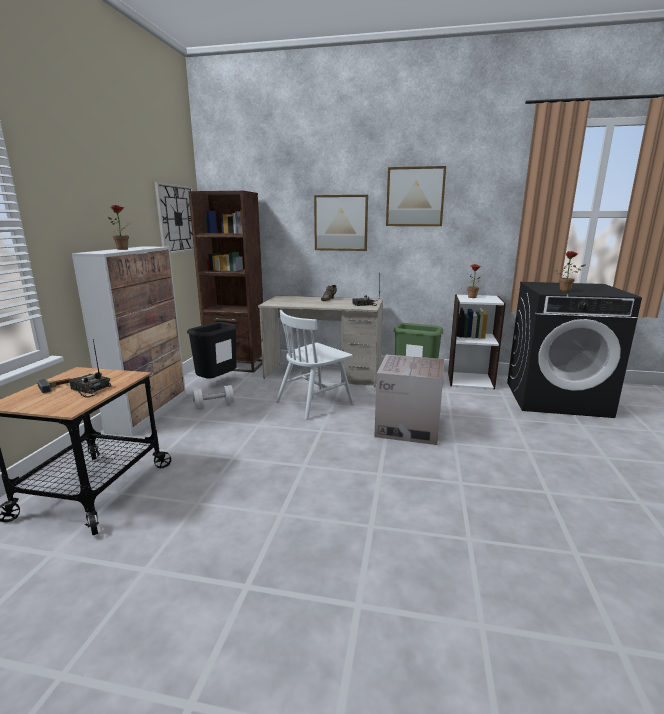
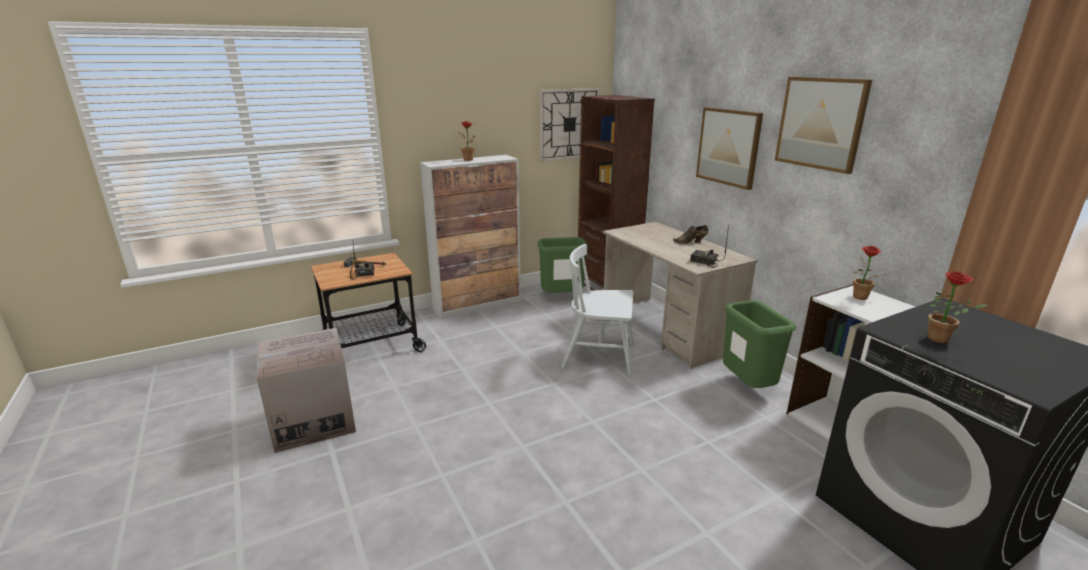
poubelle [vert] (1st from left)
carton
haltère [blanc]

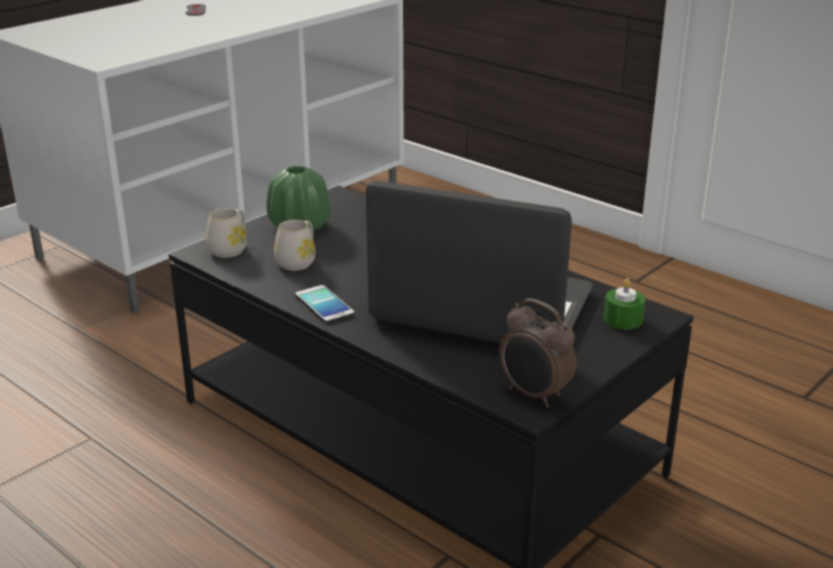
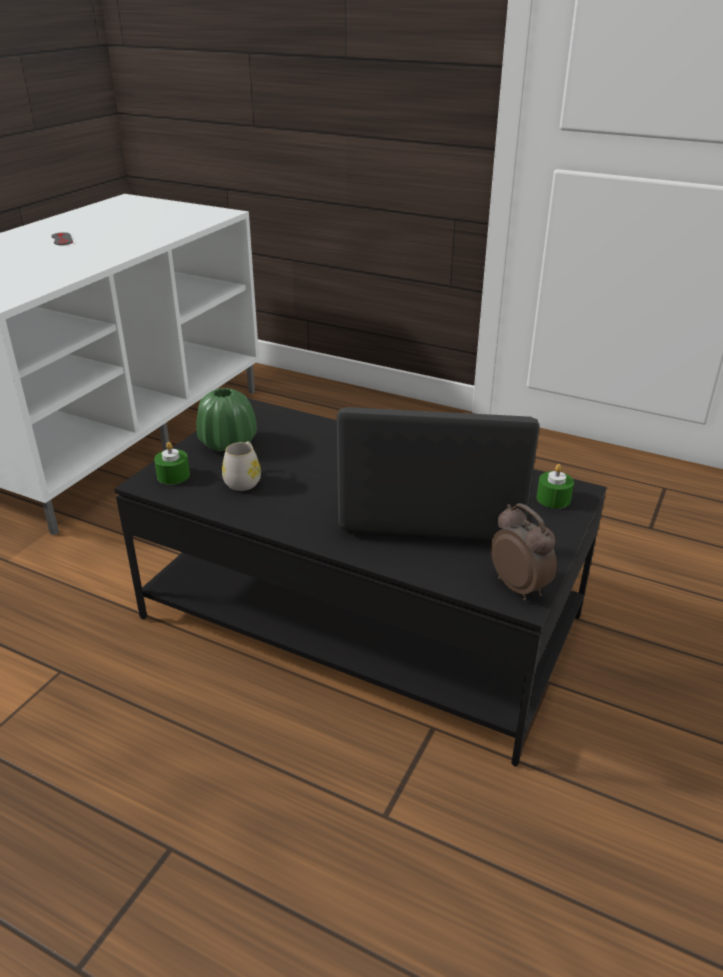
bougie [vert] (1st from left)
téléphone
réveil

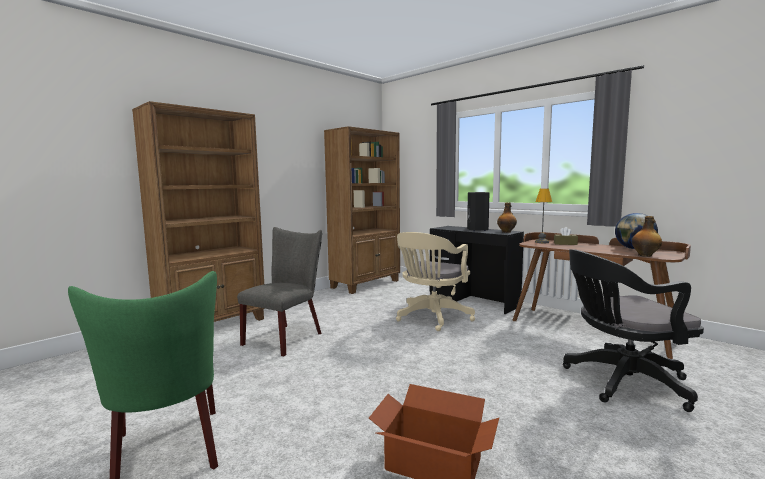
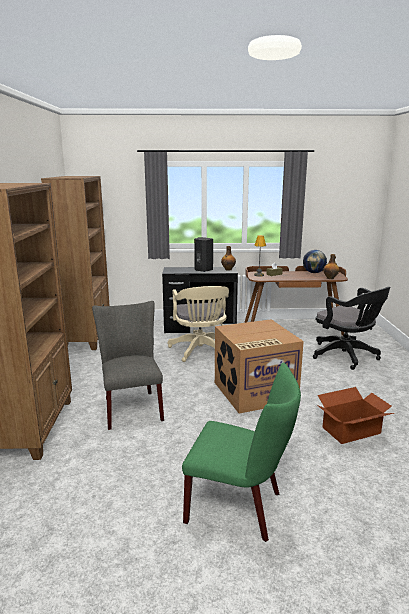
chaise de bureau [noir]
carton (1st from left)

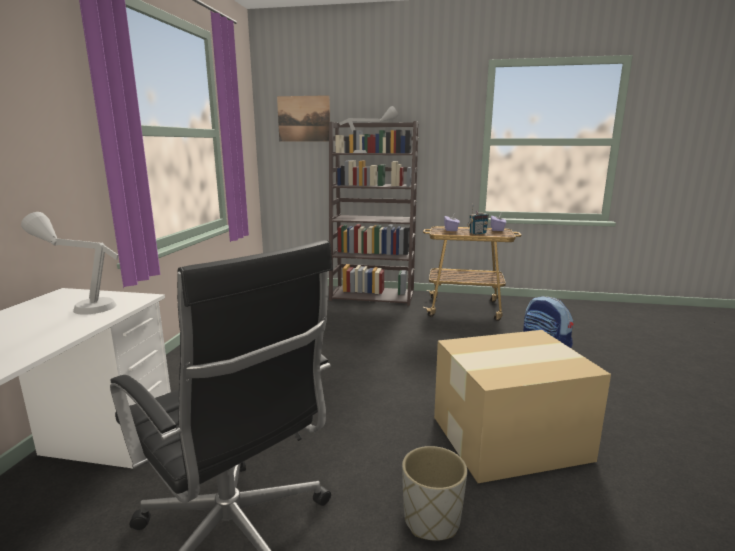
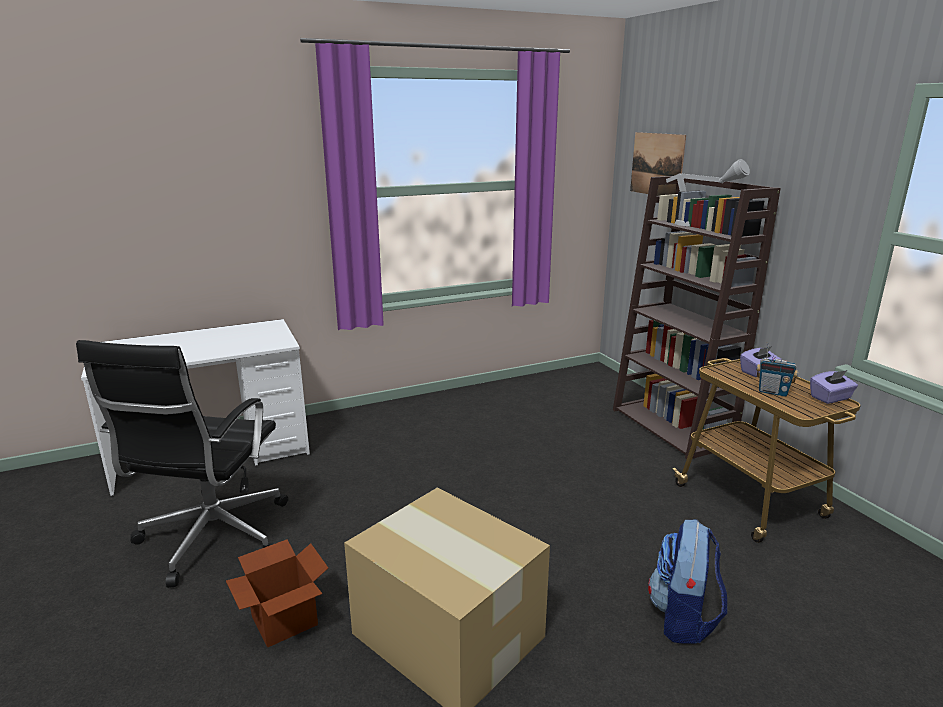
lampe de table [gris] (1st from left in the first image)
carton (1st from left)

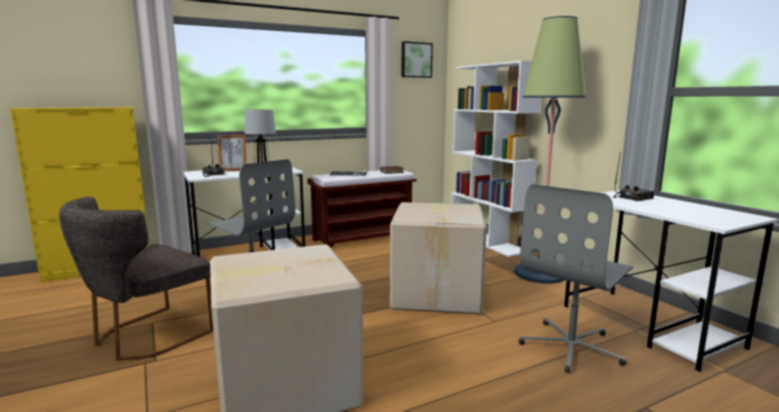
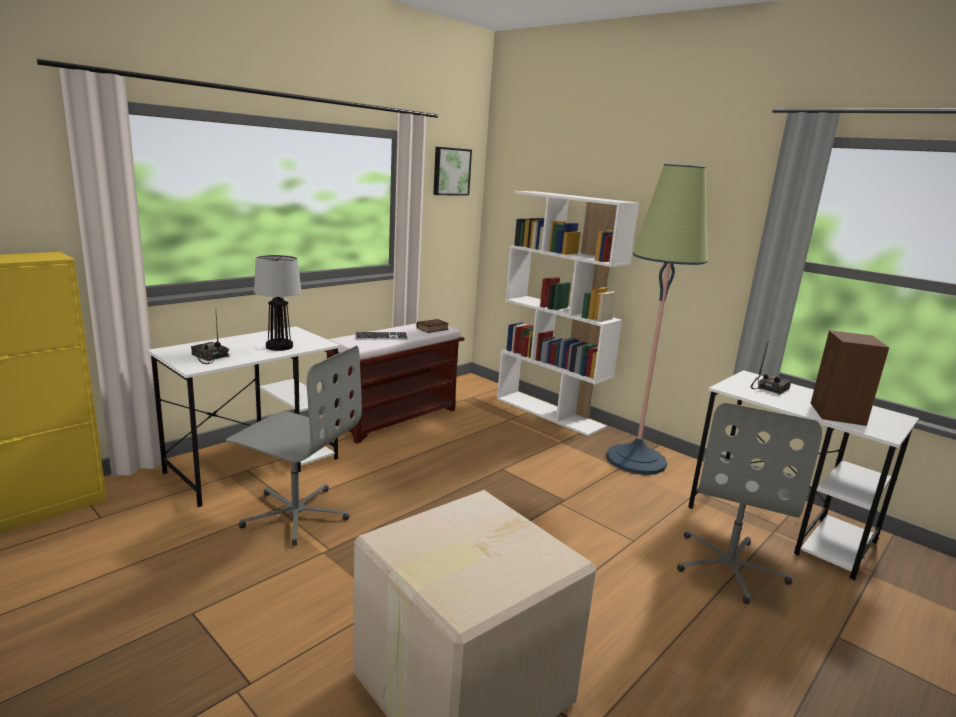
cadre photo
chaise [gris]
carton (2nd from left in the first image)
enceinte [marron]

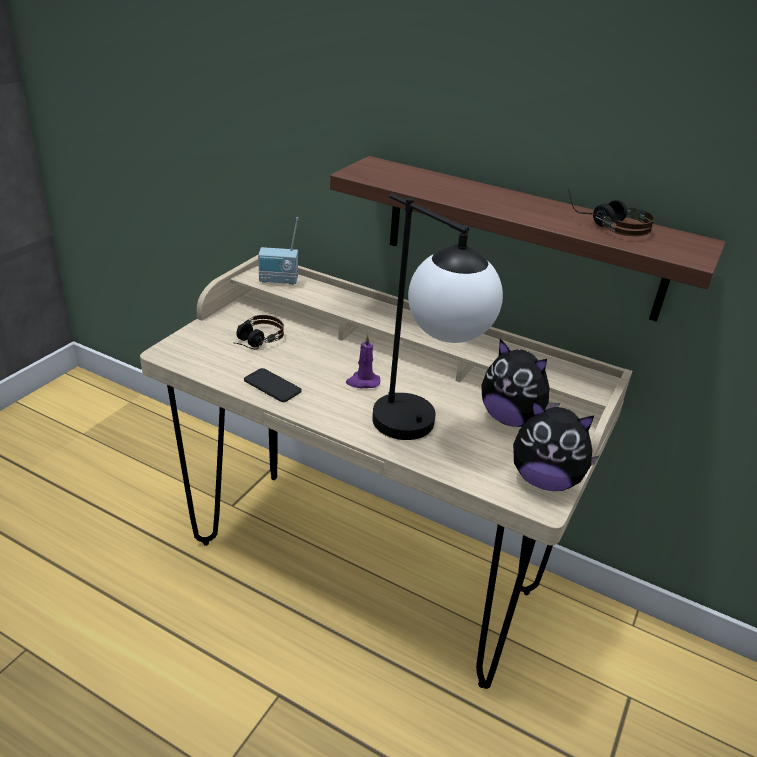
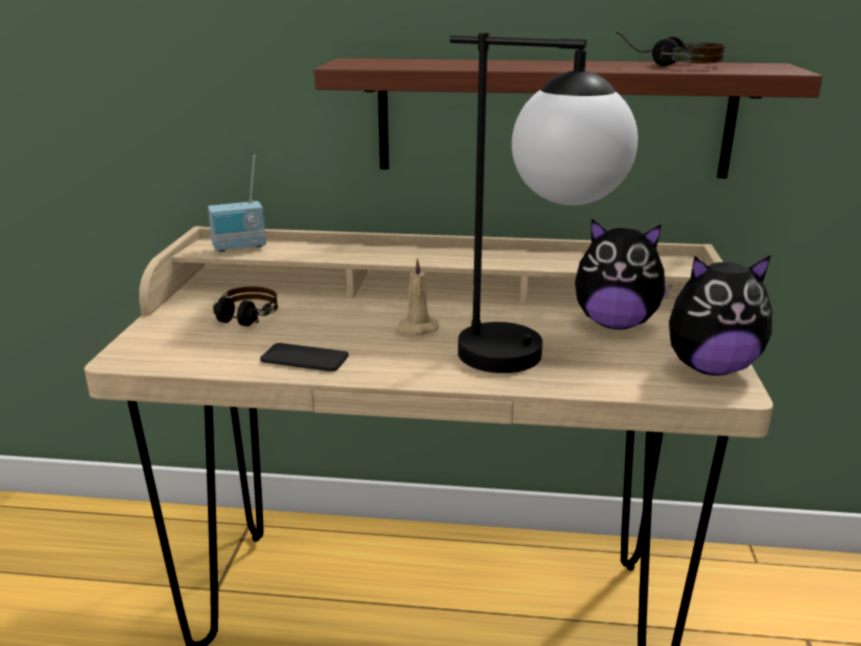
bougie [beige]

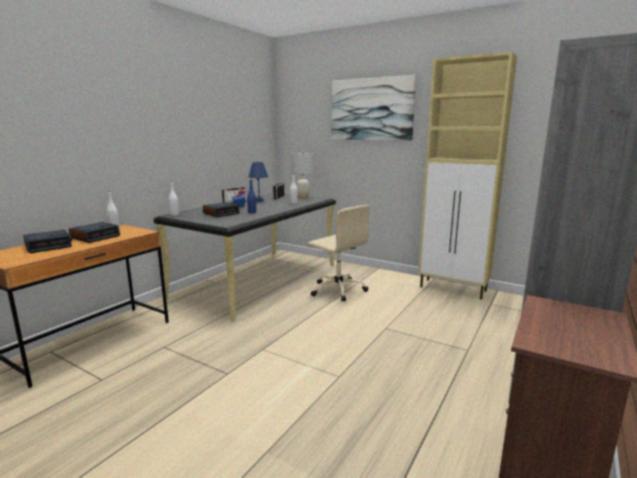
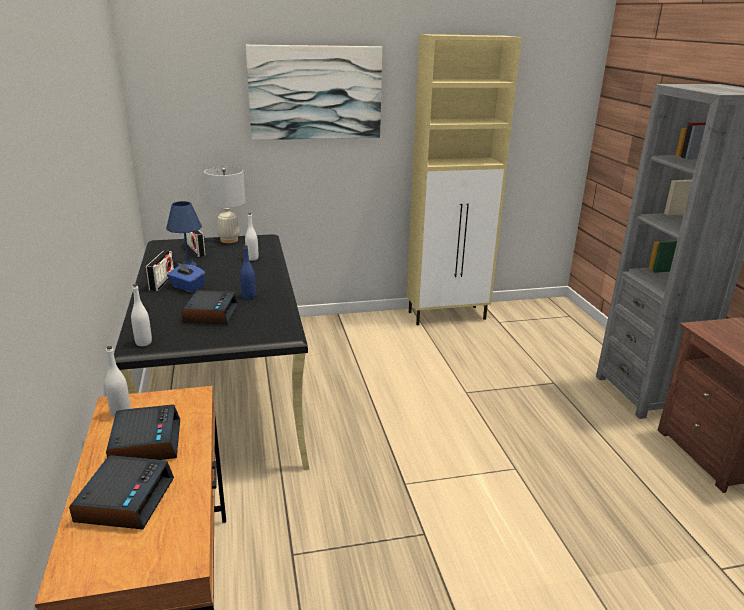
chaise de bureau [beige]

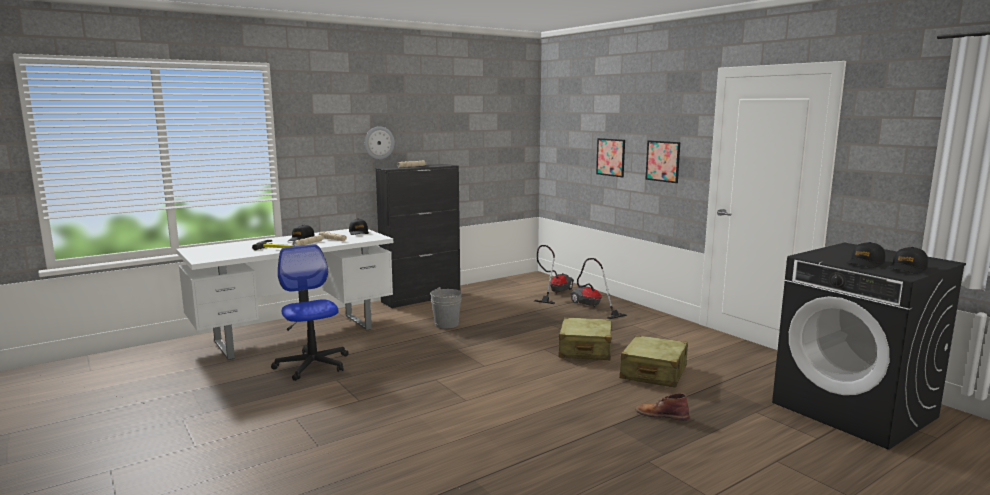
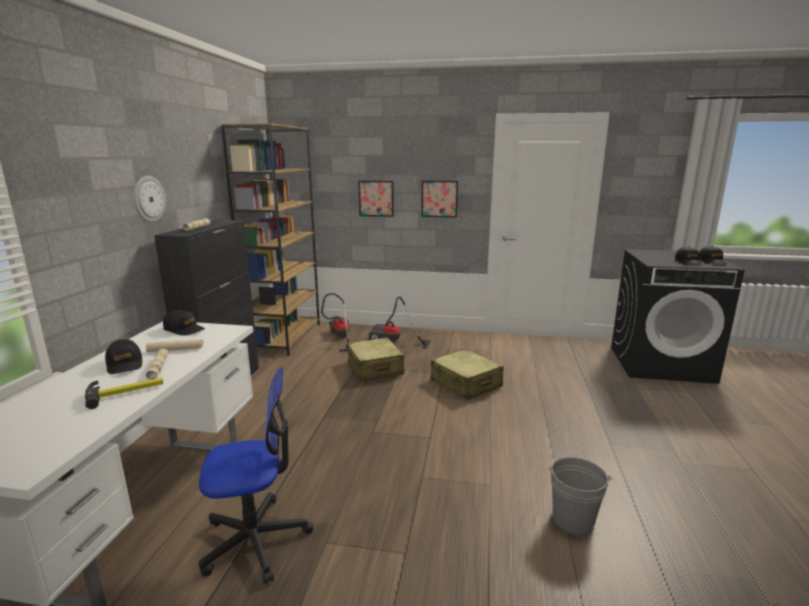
chaise de bureau
seau [gris]
valise [beige] (1st from left)
botte [marron]
bibliothèque [marron]

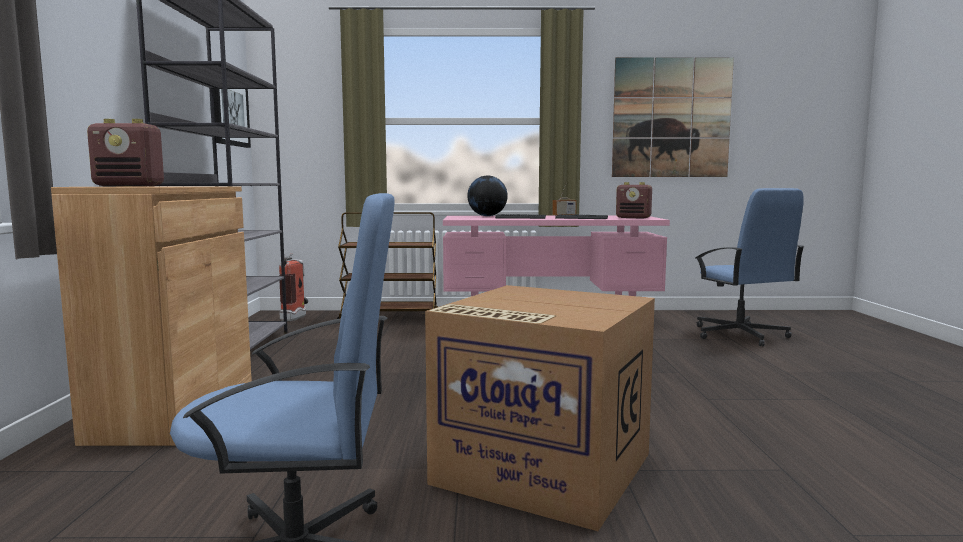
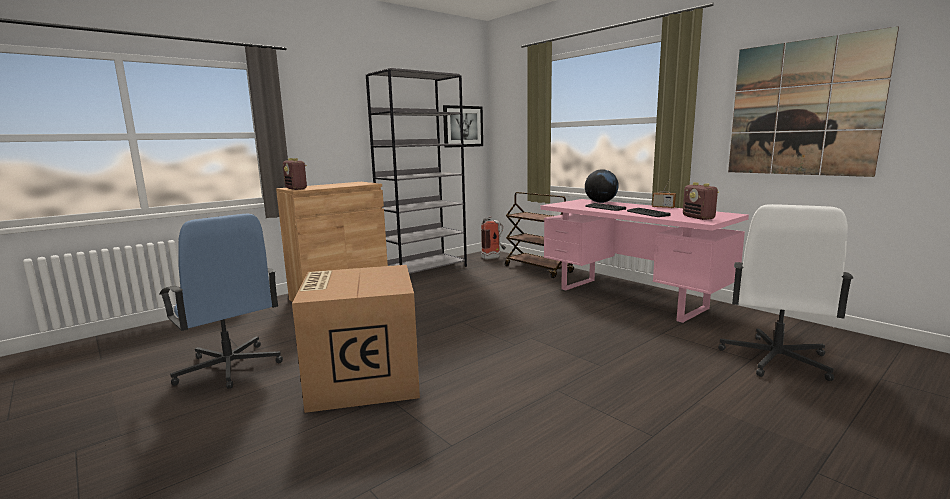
chaise de bureau [blanc]

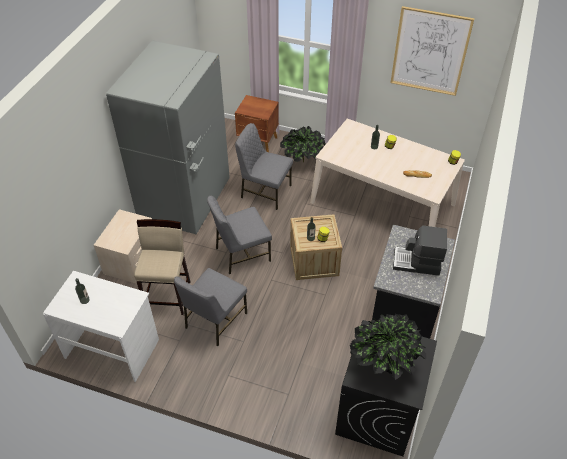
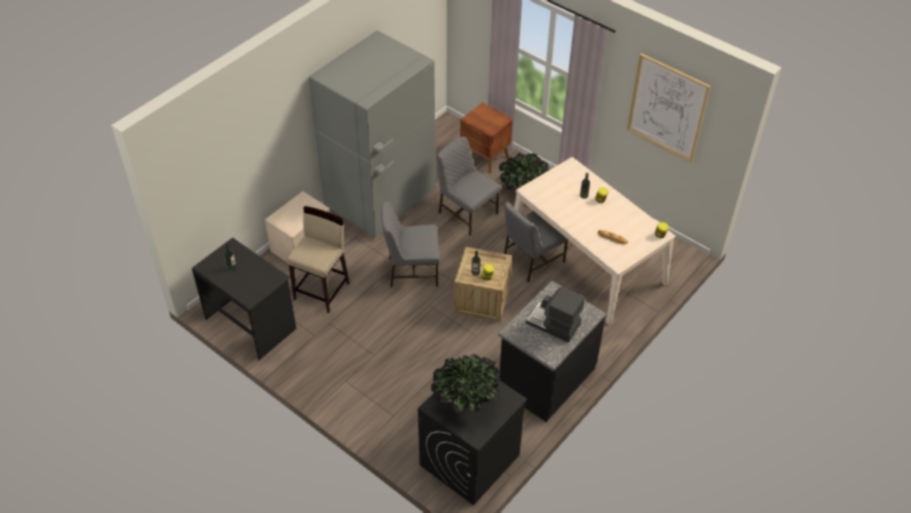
chaise [gris] (3rd from left)
bureau [noir]

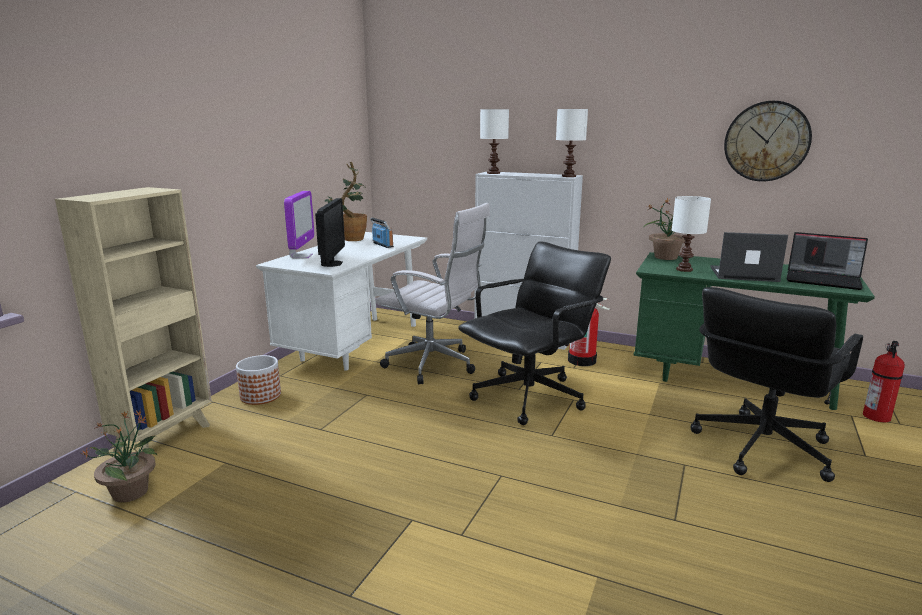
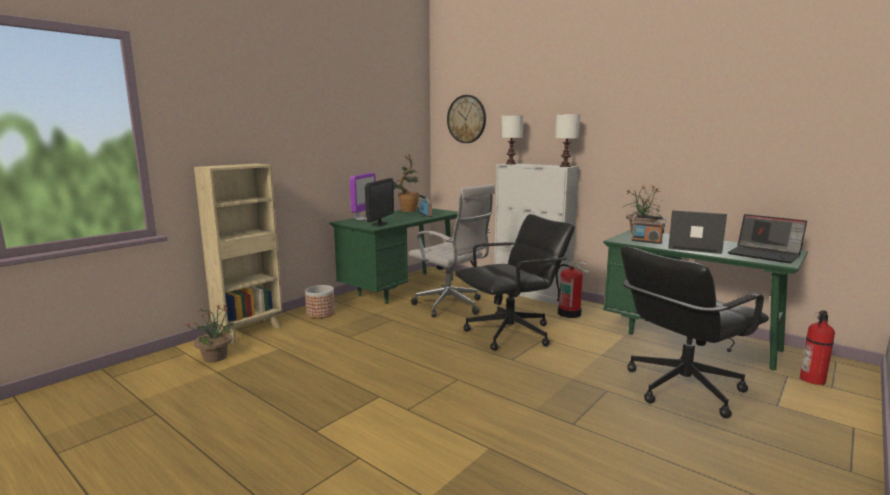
horloge murale
radio (2nd from left)
bureau [vert] (1st from left)

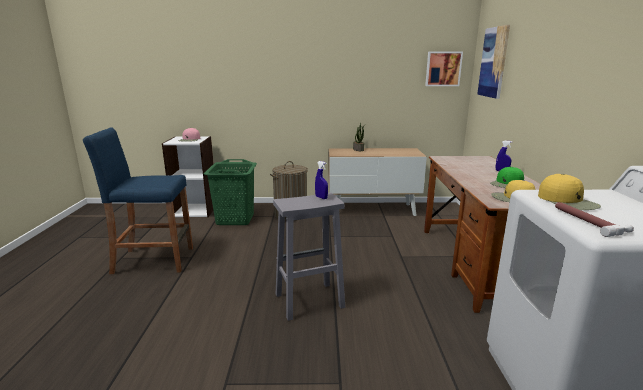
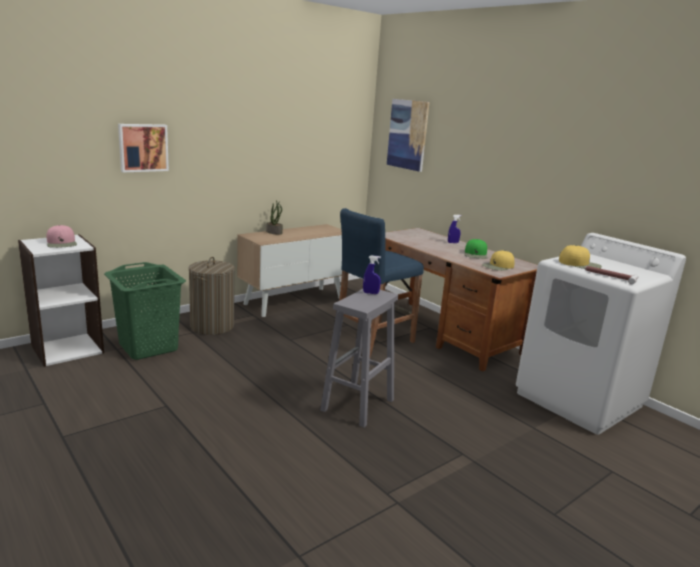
tableau (1st from left)
tabouret [bleu]

